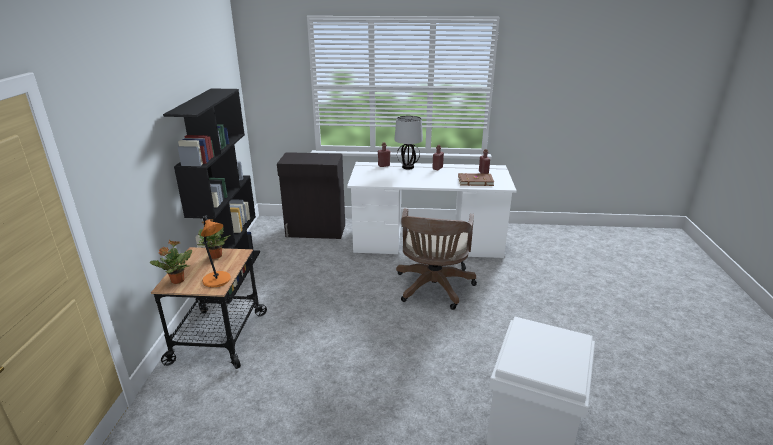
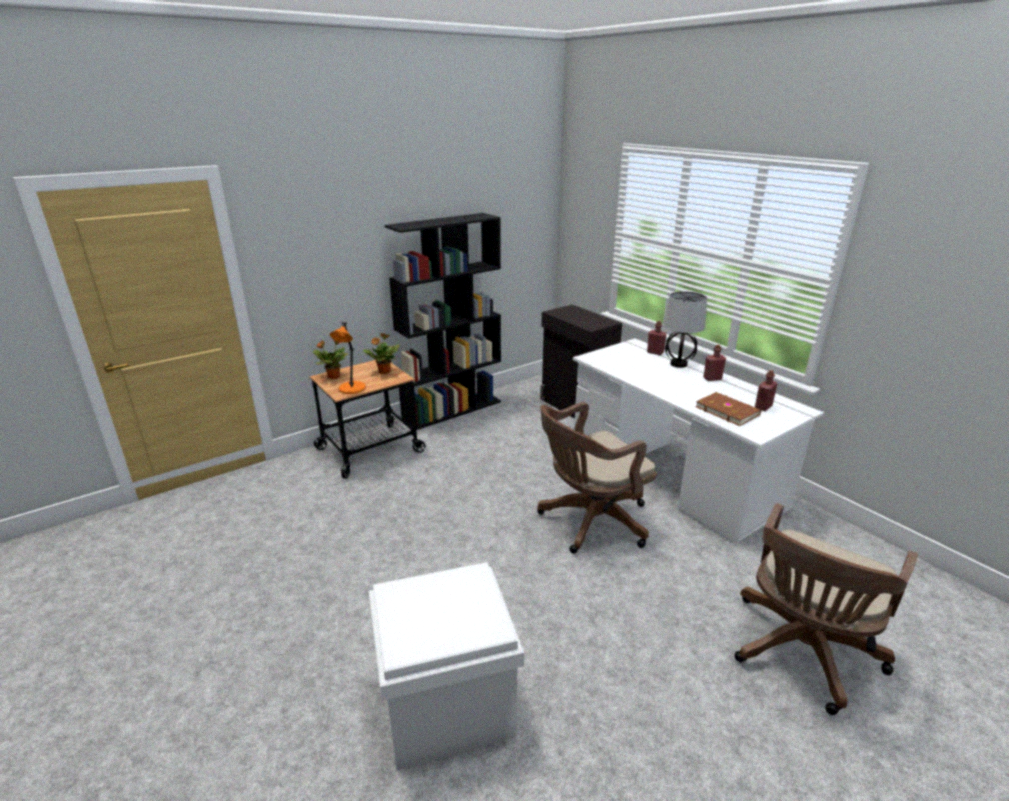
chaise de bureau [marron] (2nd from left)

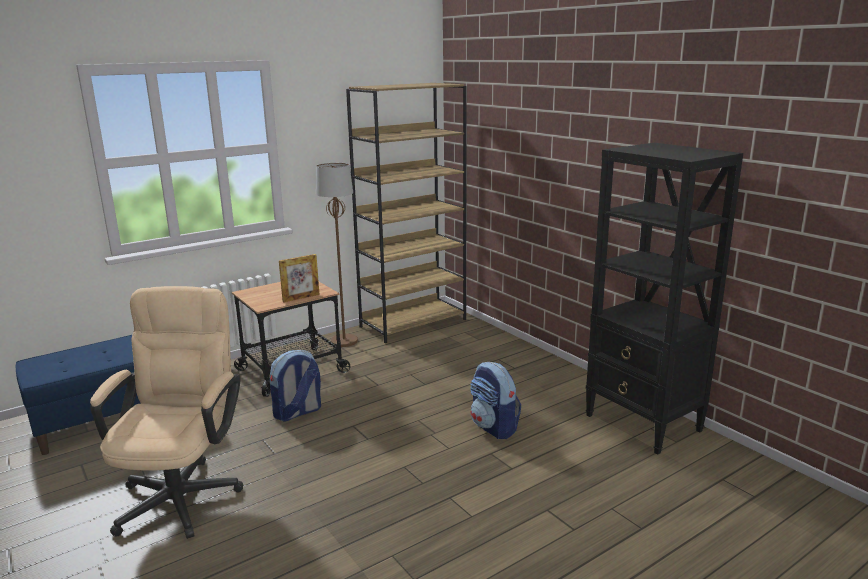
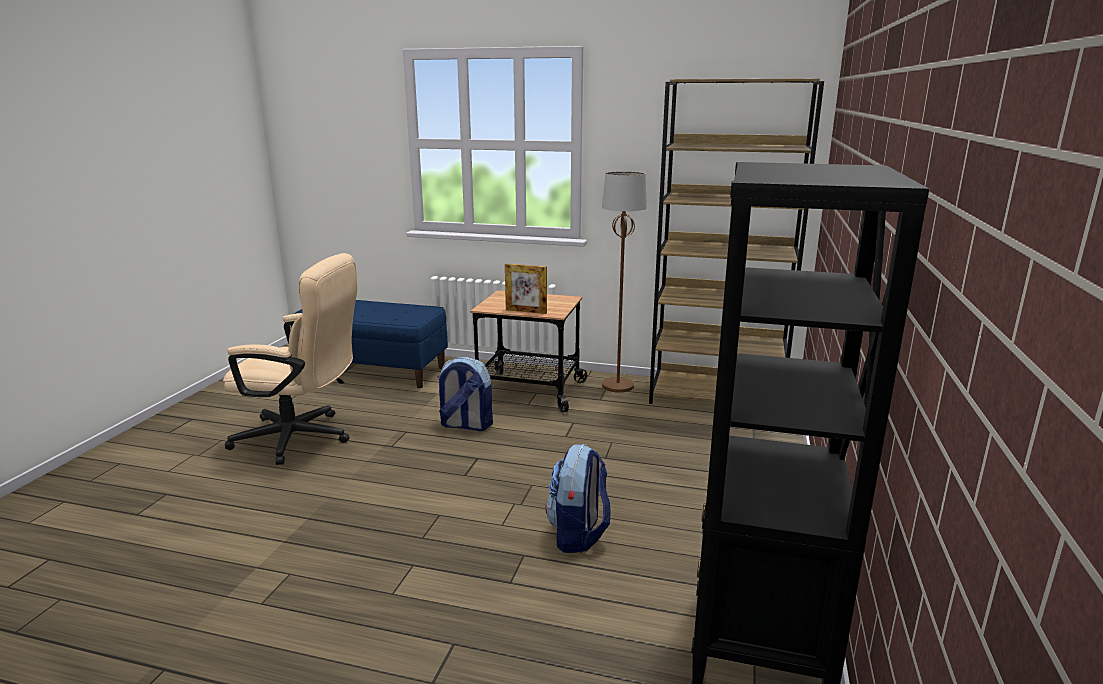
chaise de bureau [beige]

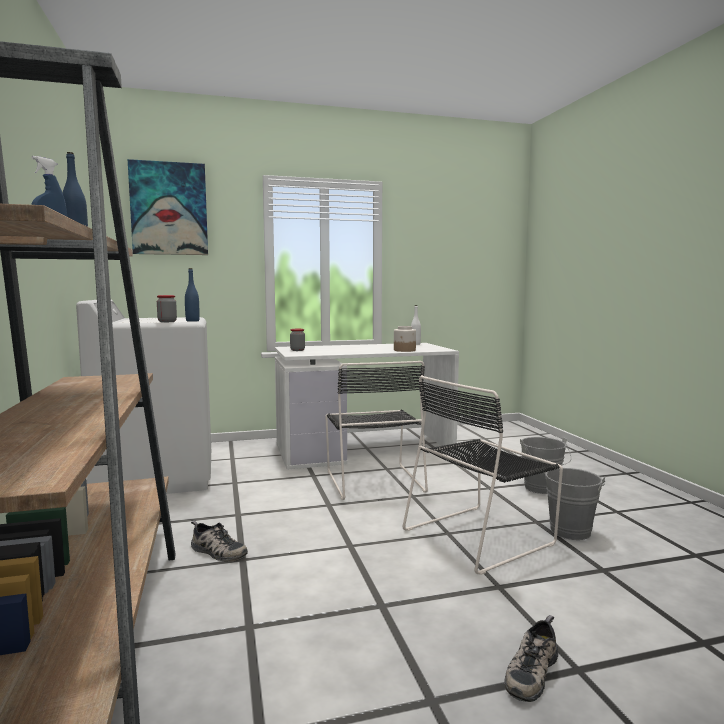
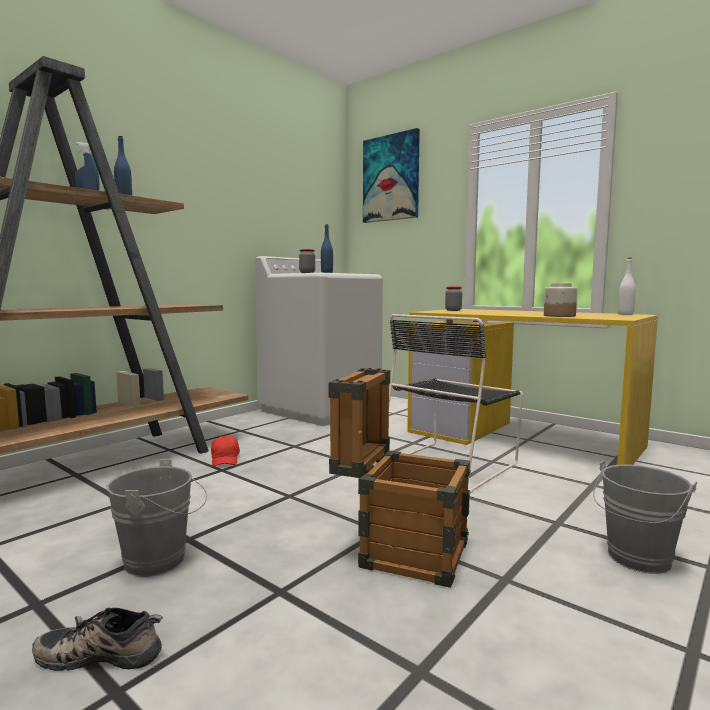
bureau [jaune]
caisse
seau [gris] (1st from left)
casquette [rouge]

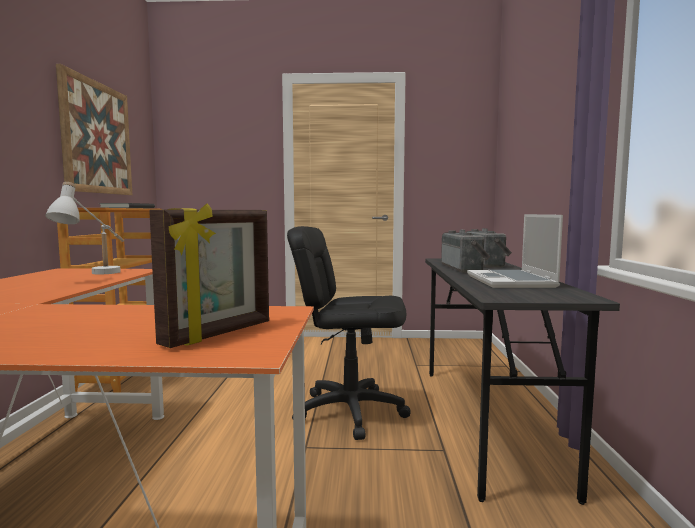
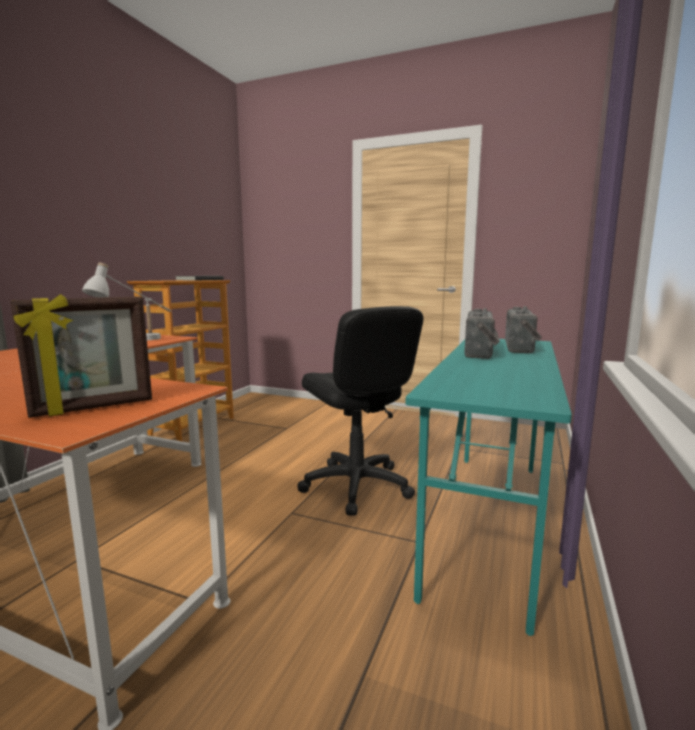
tableau
ordinateur portable
chaise de bureau [noir]
bureau [turquoise]

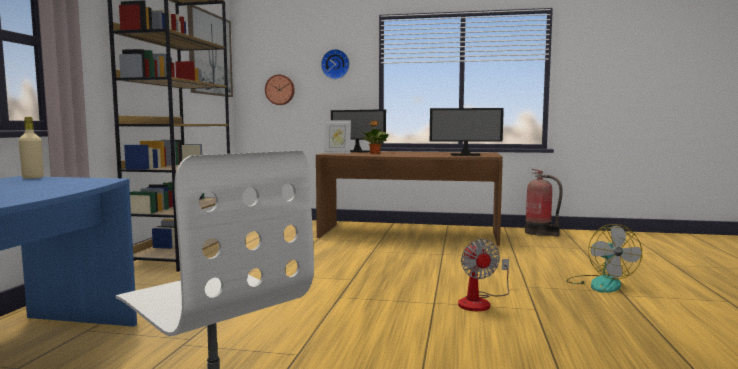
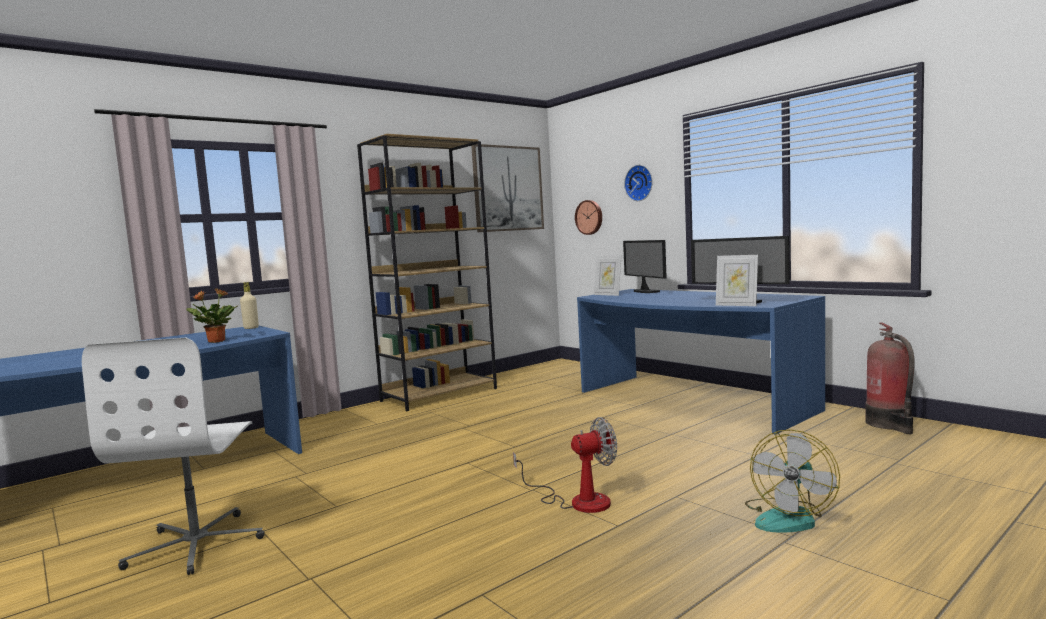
plante en pot
bureau [bleu] (2nd from left)
ventilateur (1st from left)
cadre photo (2nd from left)

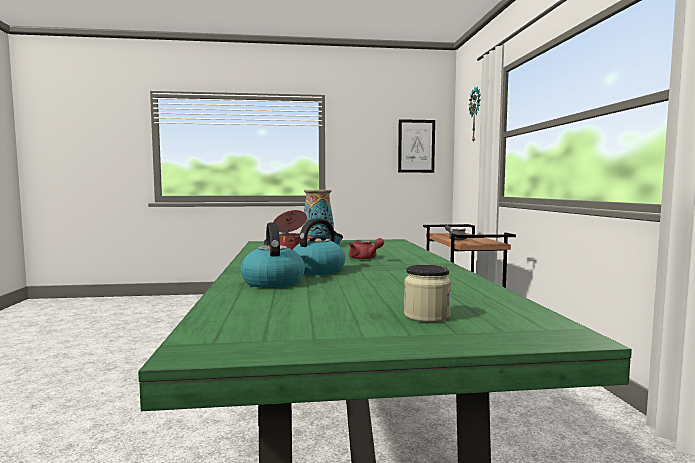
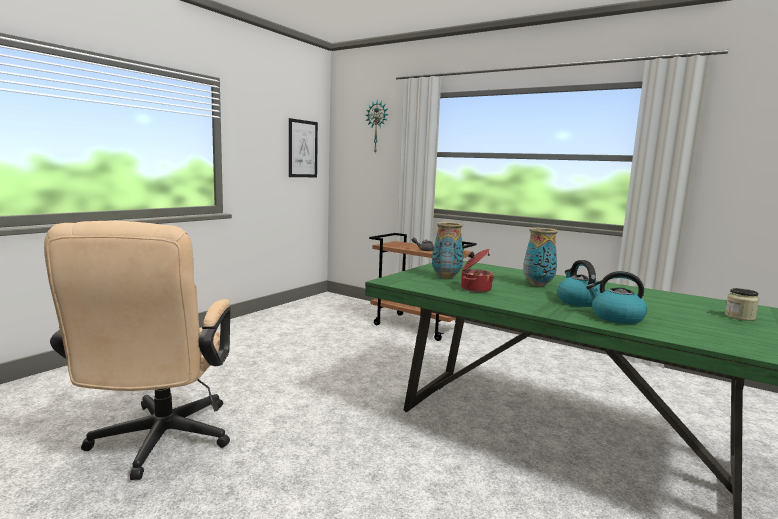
vase (2nd from left)
chaise de bureau [beige]

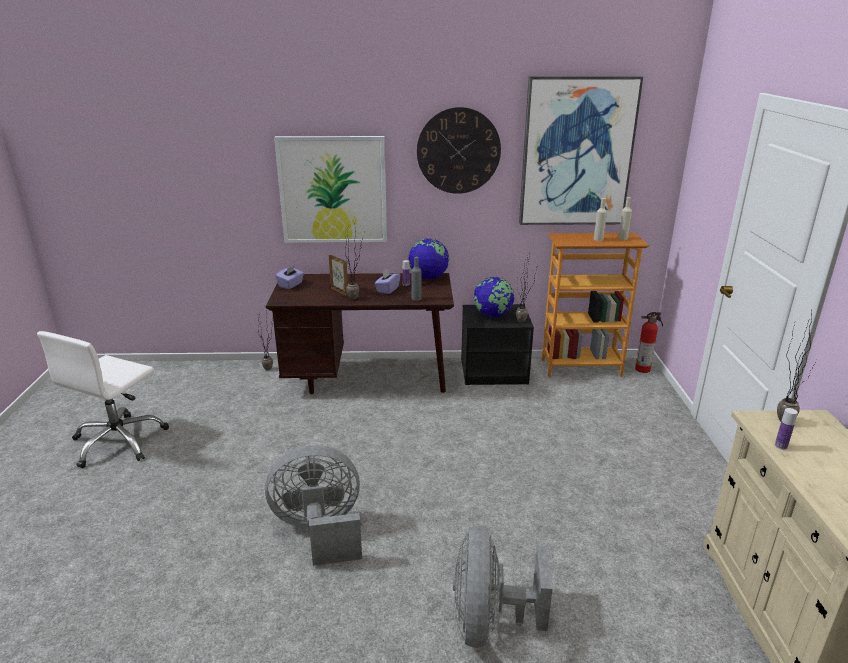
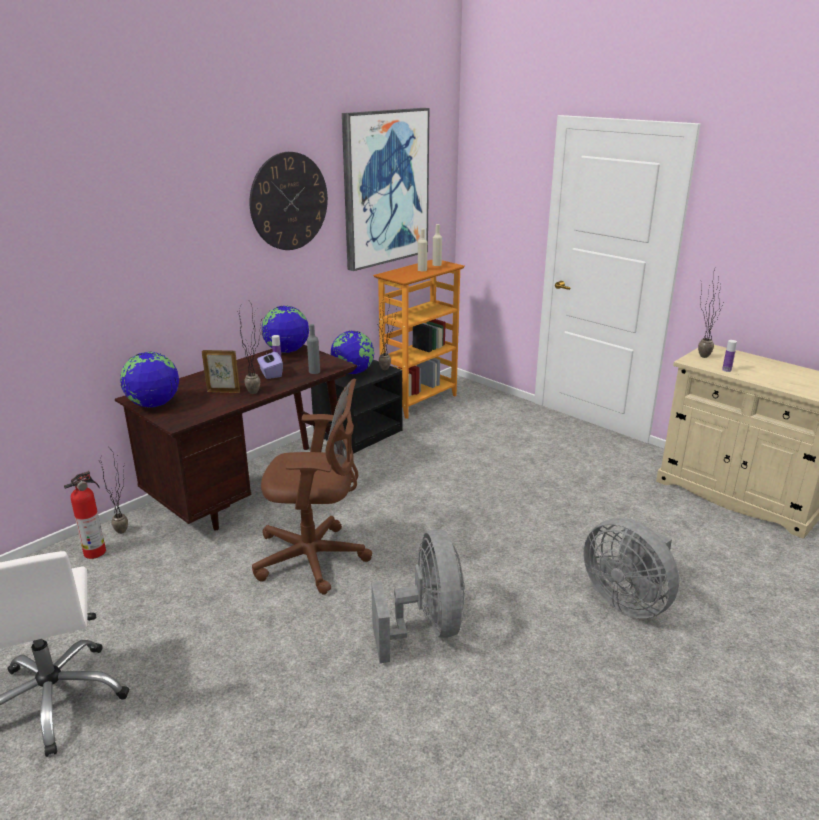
tableau (1st from left in the first image)
globe (1st from left)
extincteur
ventilateur [gris] (1st from left)
chaise de bureau [marron]

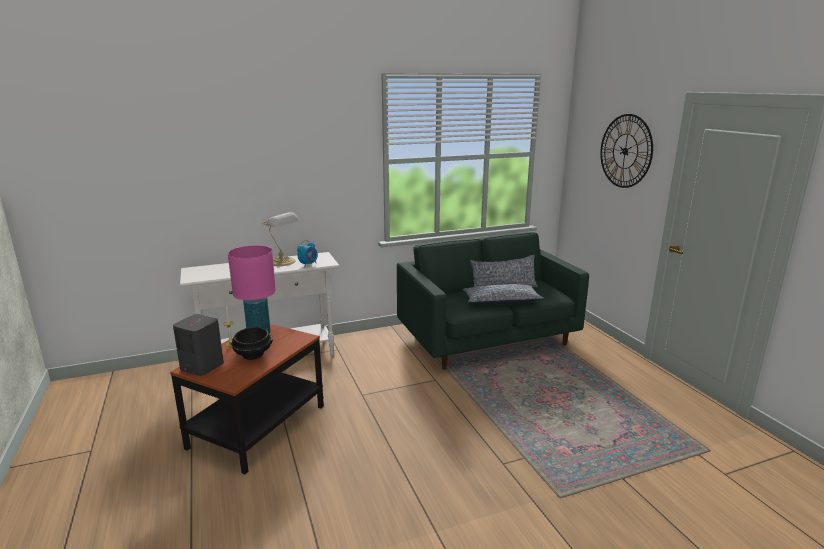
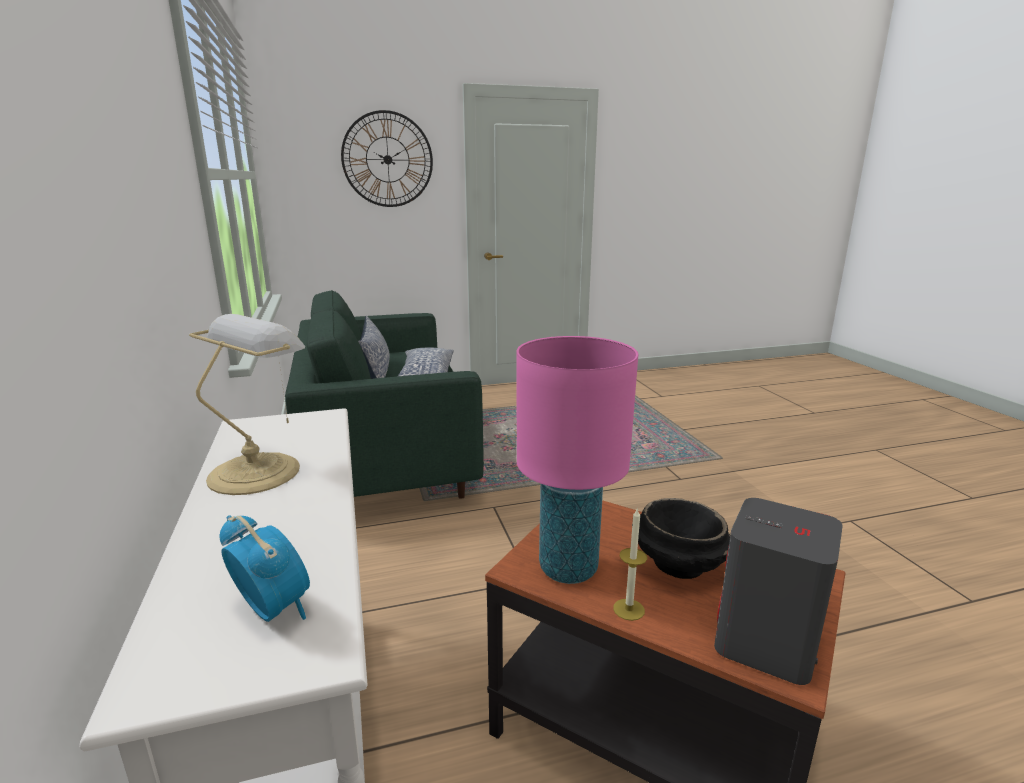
réveil

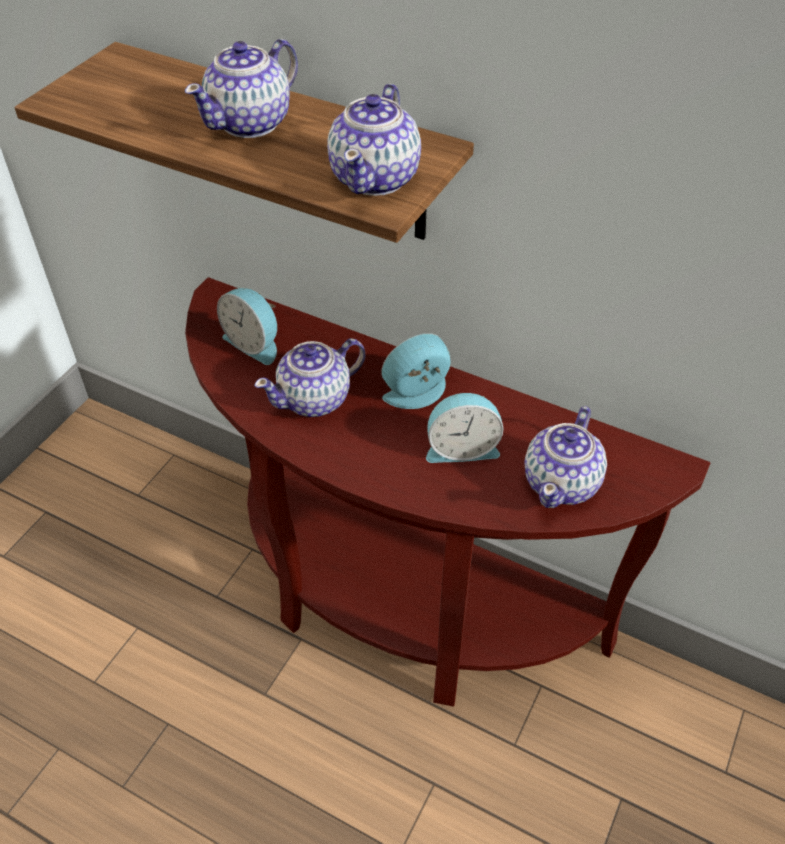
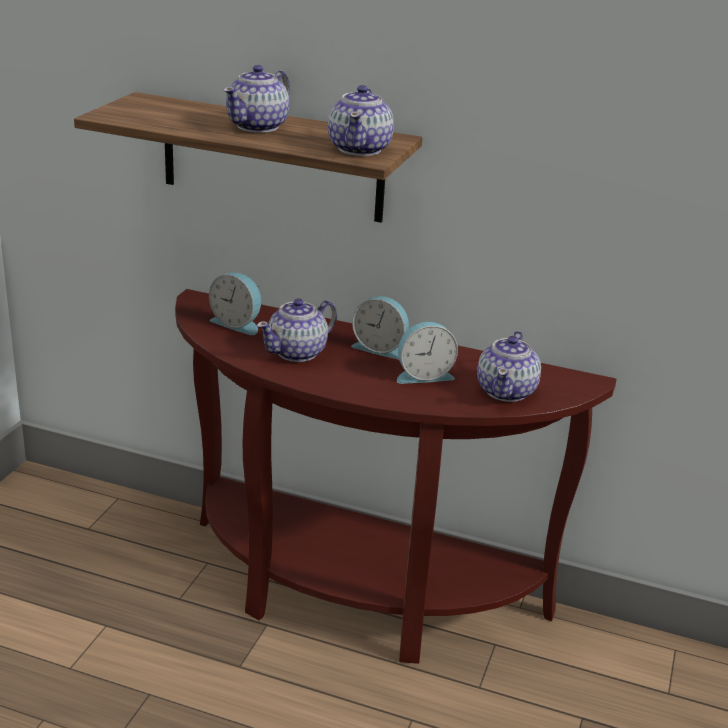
réveil (2nd from left)

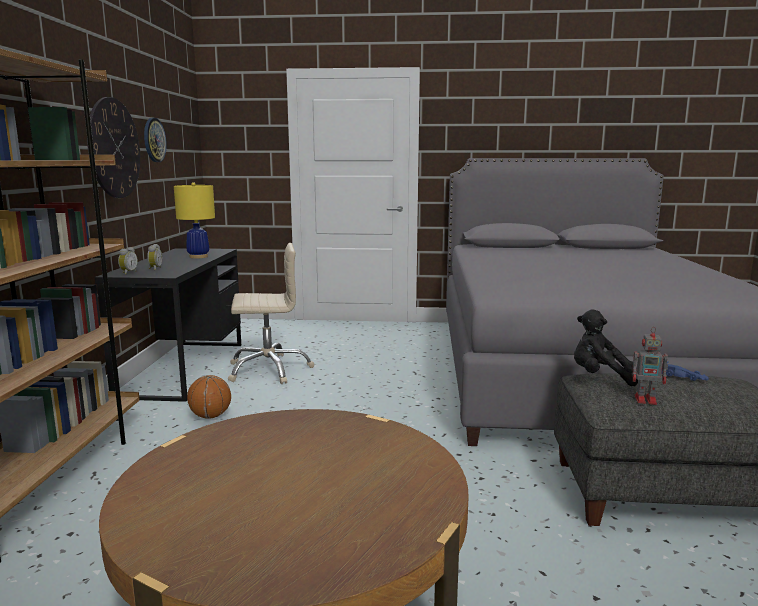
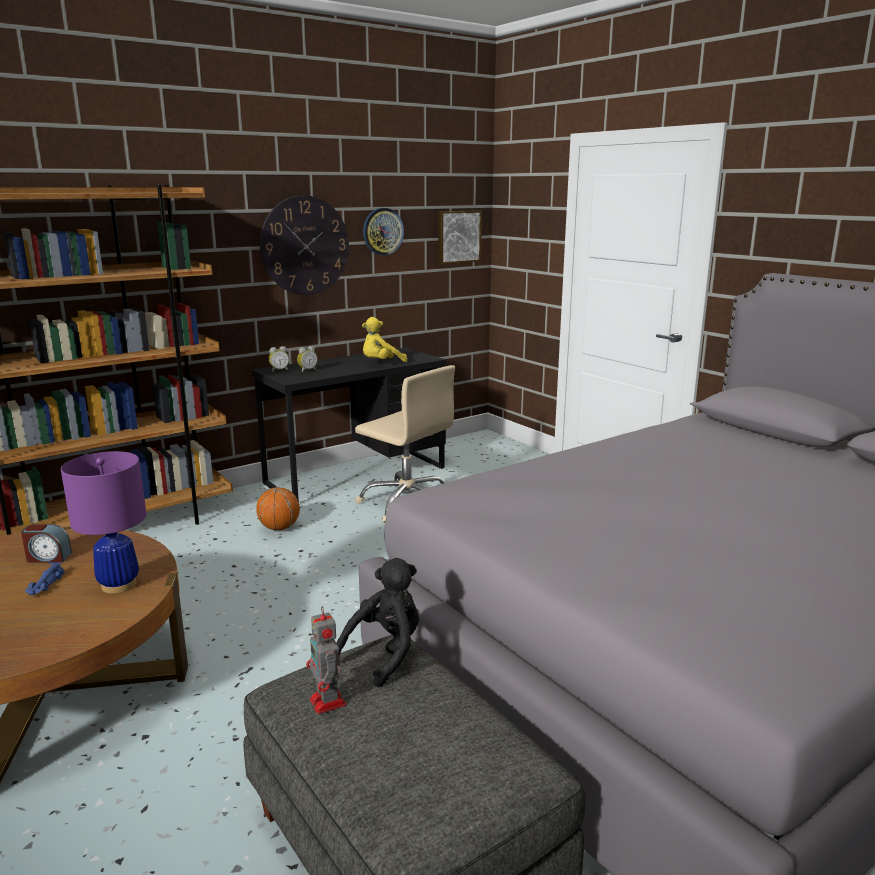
peluche [jaune]
peluche [noir]
petite voiture [bleu]
tableau
lampe de table [violet]
réveil (1st from left)

